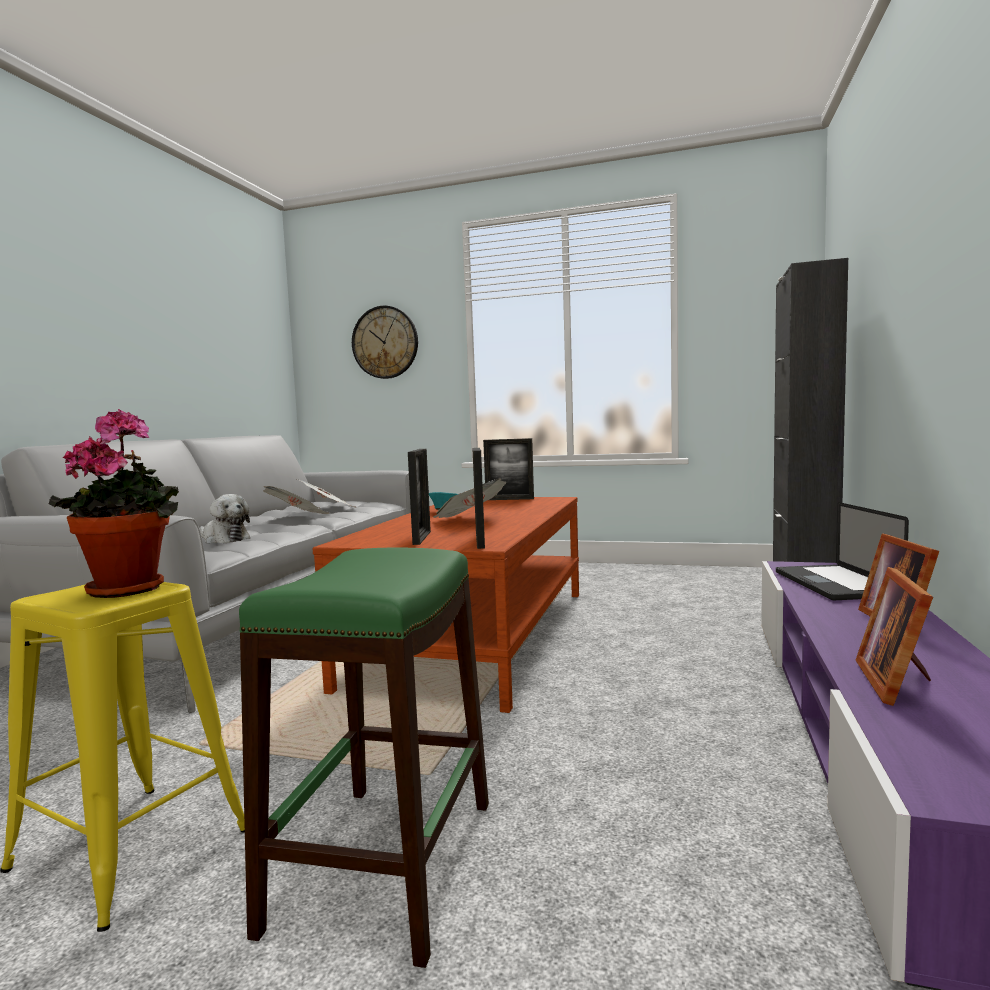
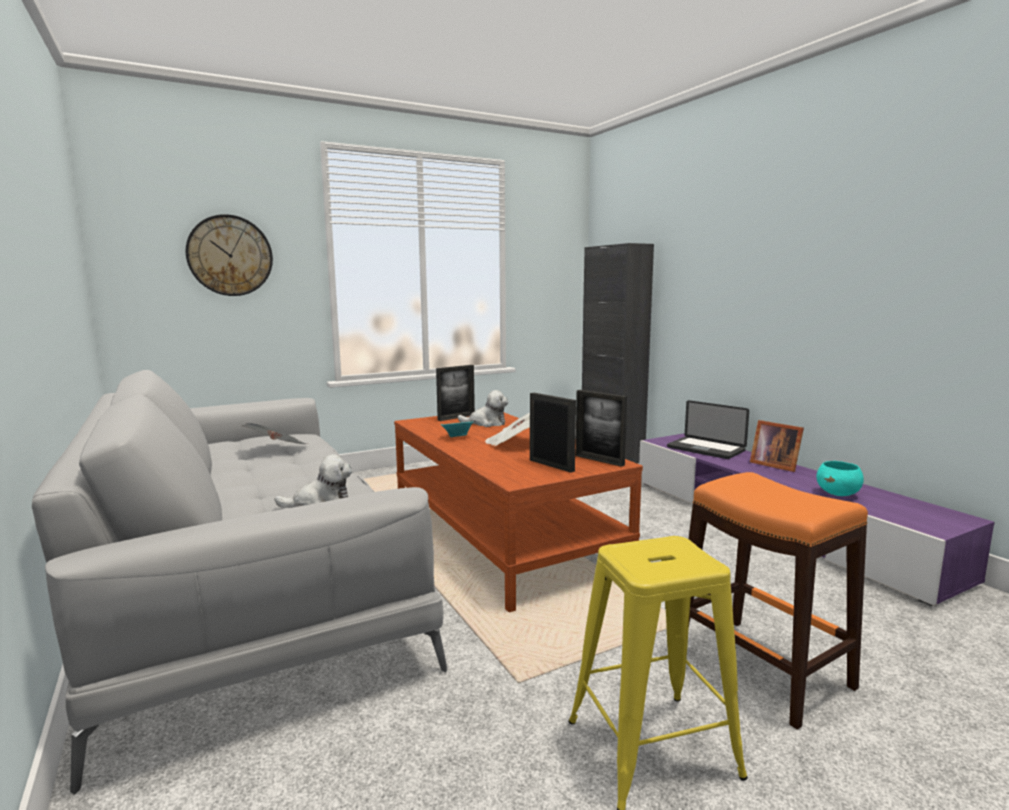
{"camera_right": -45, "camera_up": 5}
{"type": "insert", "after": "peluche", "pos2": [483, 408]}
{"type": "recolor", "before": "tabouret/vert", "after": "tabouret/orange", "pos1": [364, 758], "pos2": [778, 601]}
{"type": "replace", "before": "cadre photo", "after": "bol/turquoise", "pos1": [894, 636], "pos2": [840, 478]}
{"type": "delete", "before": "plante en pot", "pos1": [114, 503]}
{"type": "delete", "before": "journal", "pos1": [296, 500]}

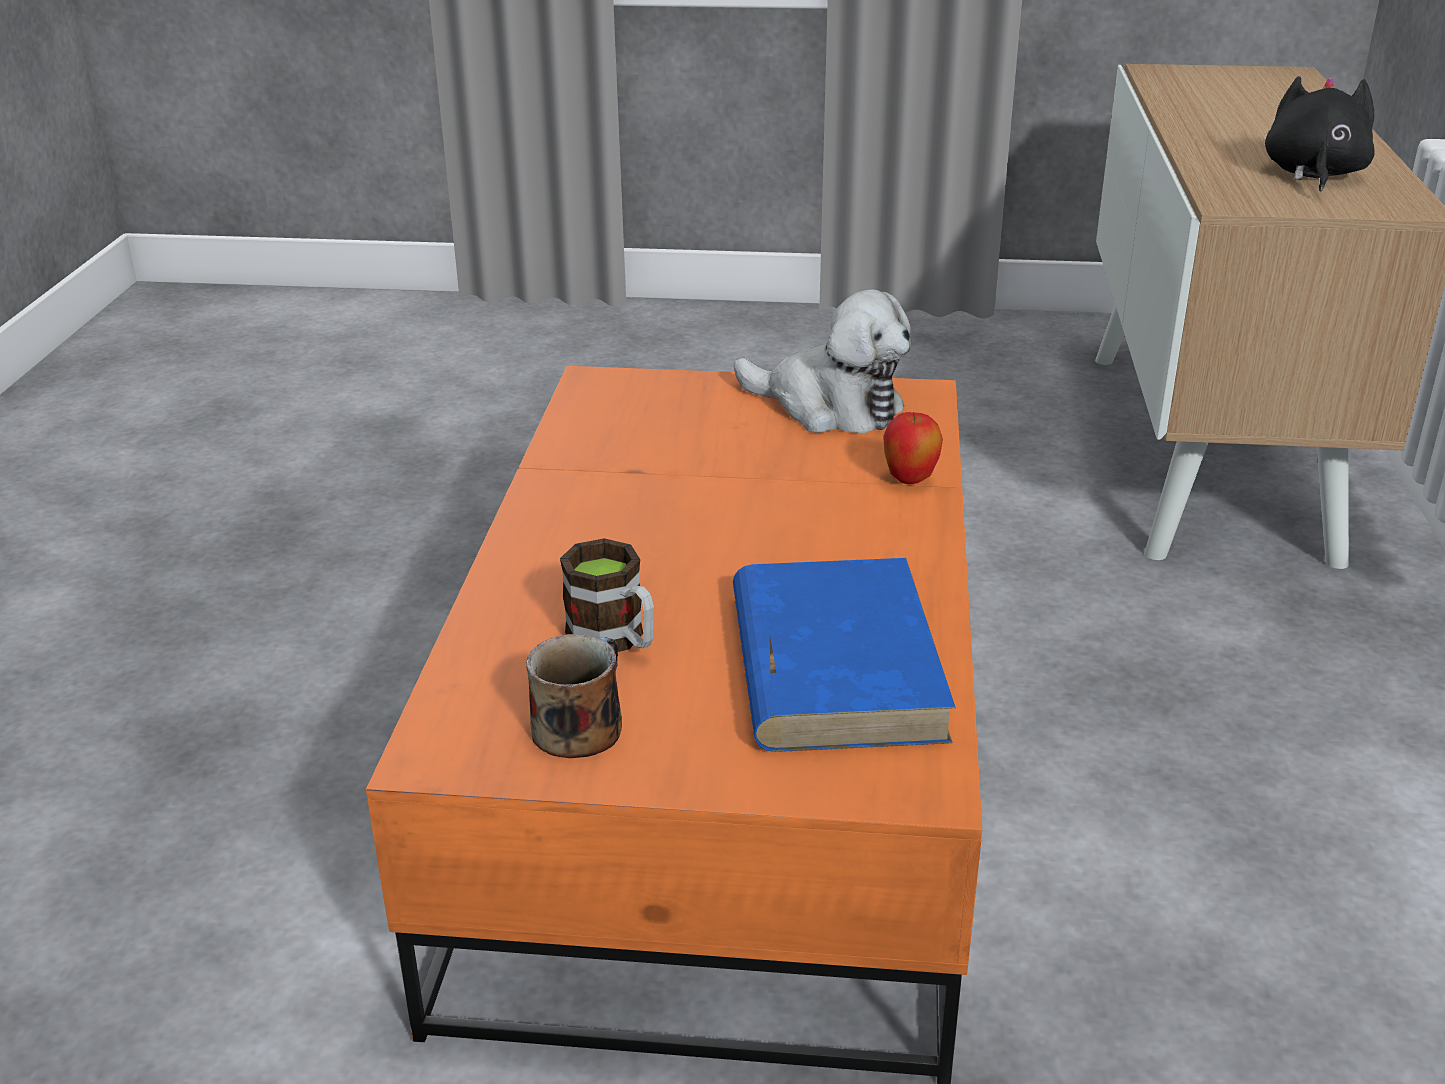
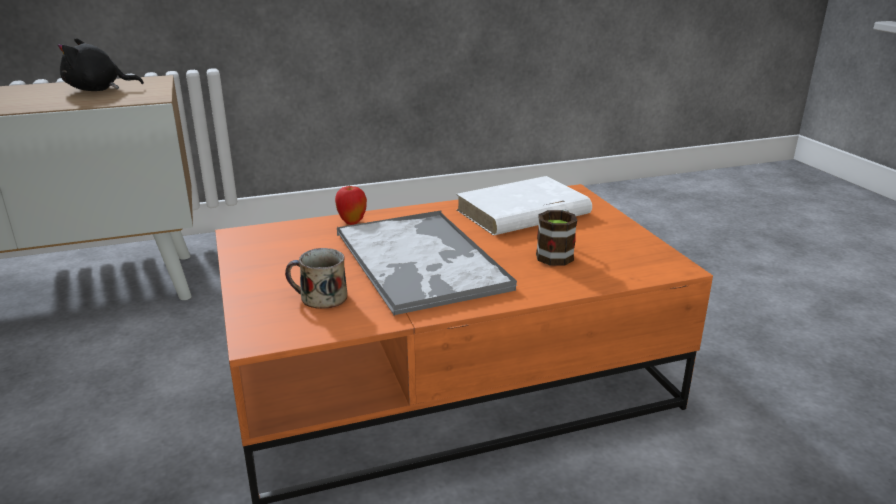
{"camera_right": -115, "camera_up": -5}
{"type": "move", "before": "mug", "pos1": [574, 696], "pos2": [316, 278]}
{"type": "insert", "after": "plateau", "pos2": [427, 263]}
{"type": "recolor", "before": "livre/bleu", "after": "livre/blanc", "pos1": [844, 655], "pos2": [524, 205]}
{"type": "delete", "before": "peluche", "pos1": [822, 361]}

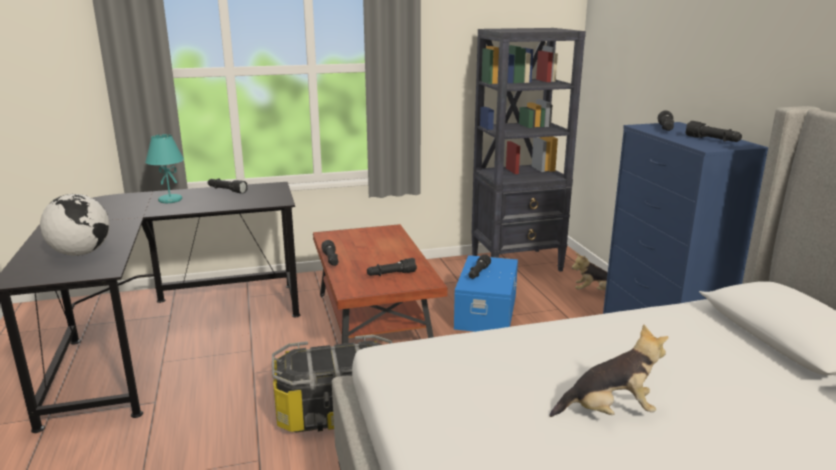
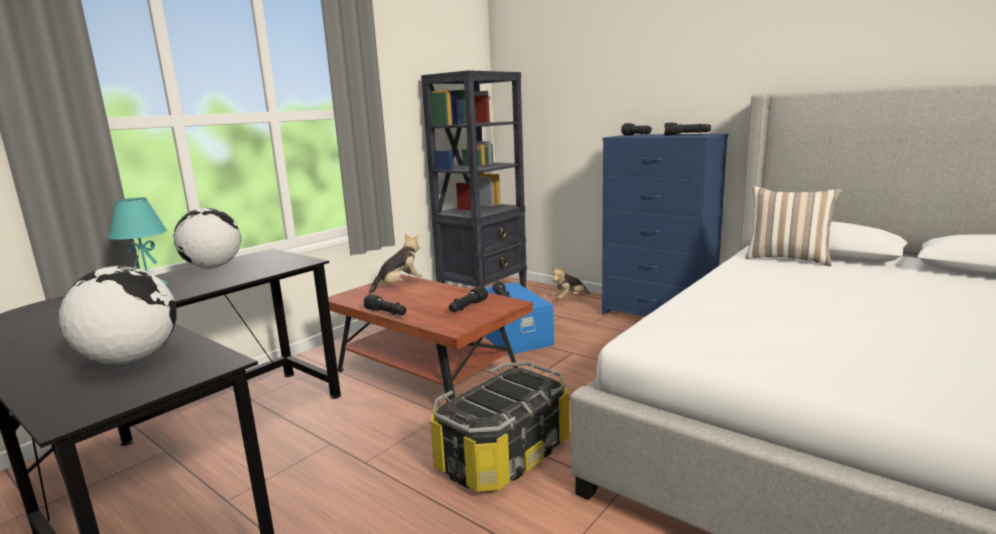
{"camera_right": -35, "camera_up": -5}
{"type": "replace", "before": "lampe de poche/noir", "after": "globe", "pos1": [228, 186], "pos2": [207, 238]}
{"type": "move", "before": "peluche", "pos1": [609, 370], "pos2": [395, 264]}
{"type": "insert", "after": "coussin", "pos2": [794, 226]}

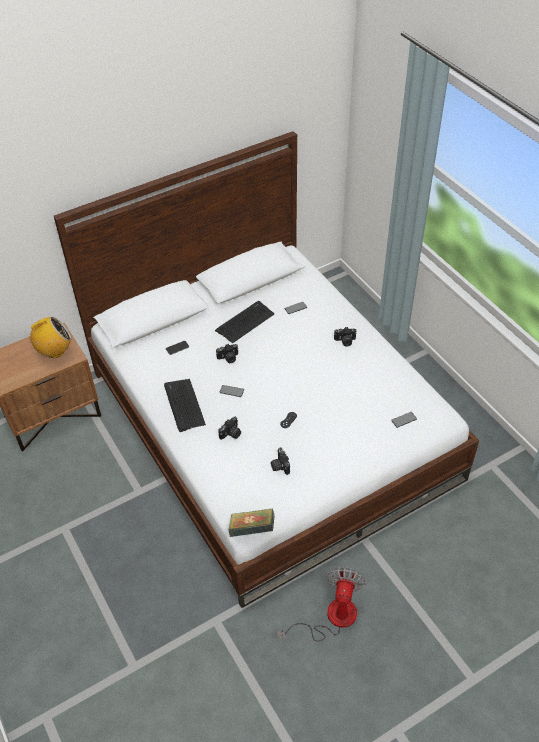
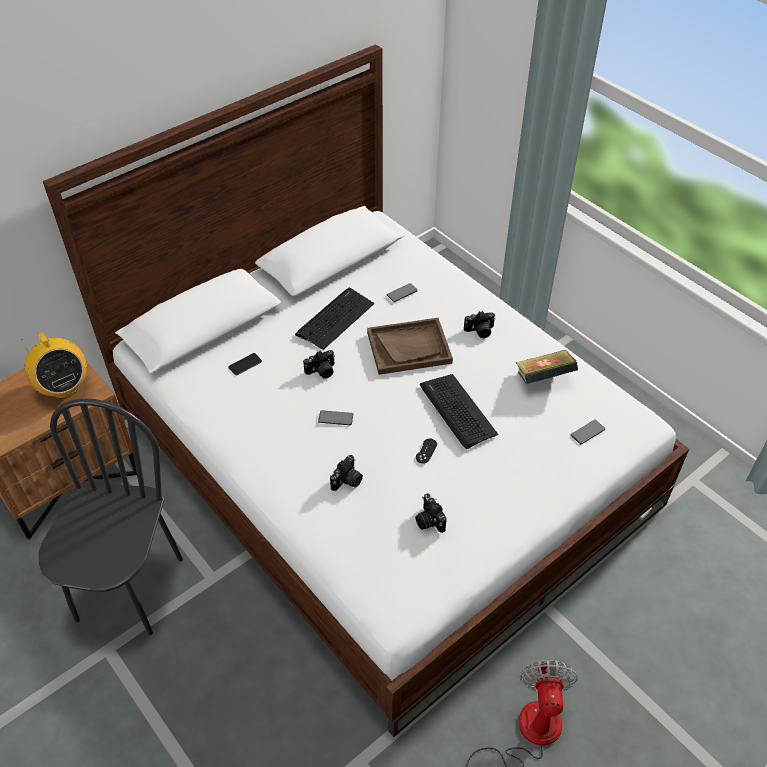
{"camera_right": -10, "camera_up": 0}
{"type": "rotate", "before": "radio", "pos1": [51, 337], "pos2": [54, 365], "turn": 90}
{"type": "insert", "after": "chaise/noir", "pos2": [111, 516]}
{"type": "insert", "after": "plateau/marron", "pos2": [410, 346]}
{"type": "move", "before": "clavier", "pos1": [185, 405], "pos2": [459, 411]}
{"type": "move", "before": "livre", "pos1": [252, 522], "pos2": [547, 366]}

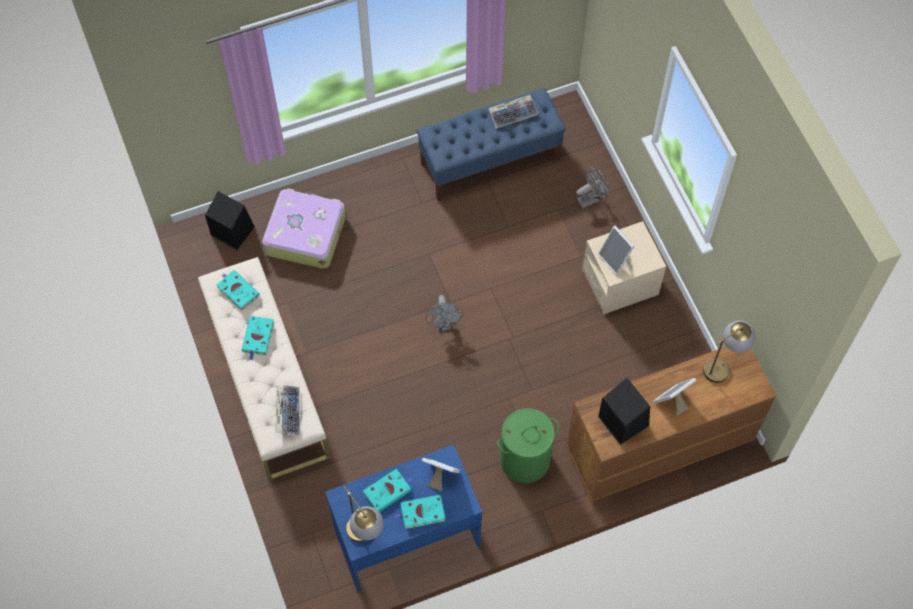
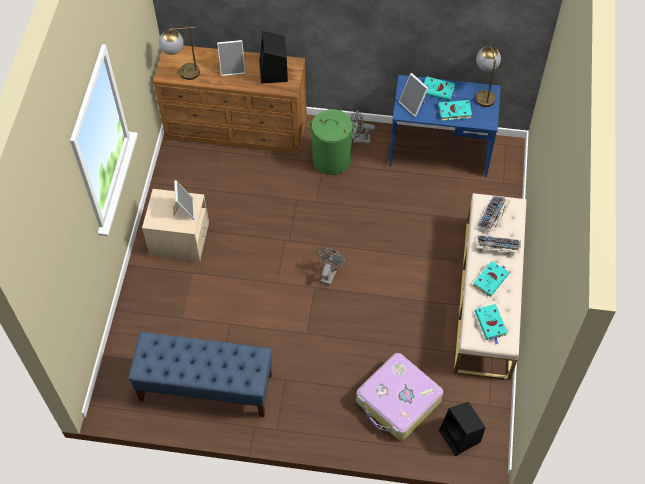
{"camera_right": -150, "camera_up": -5}
{"type": "move", "before": "ventilateur/gris", "pos1": [592, 188], "pos2": [362, 126]}
{"type": "move", "before": "clavier", "pos1": [513, 111], "pos2": [499, 244]}

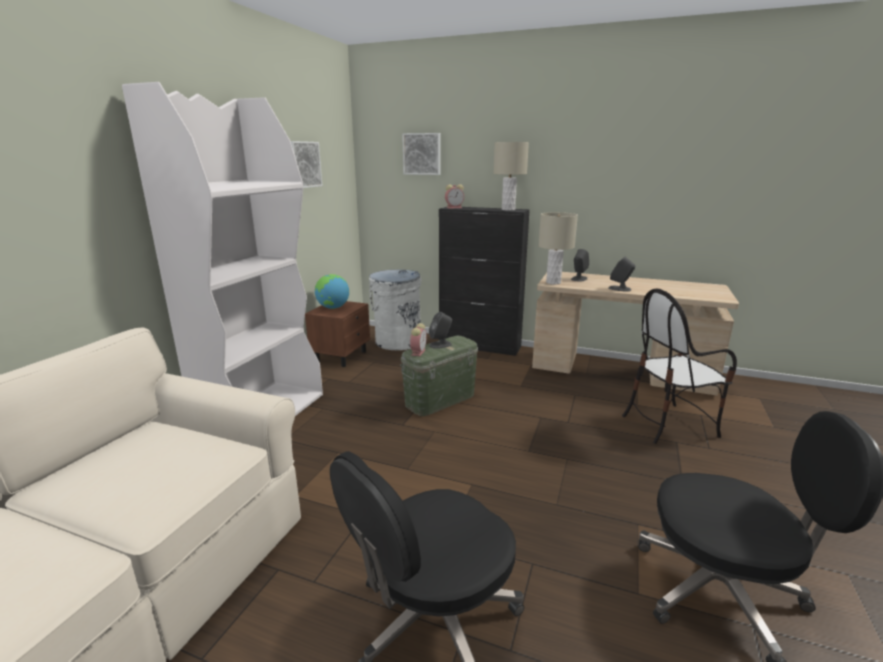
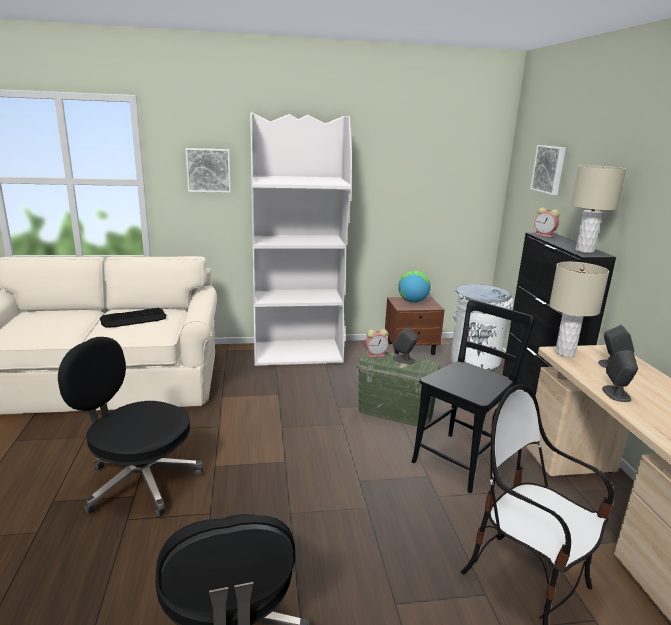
{"camera_right": 60, "camera_up": 0}
{"type": "insert", "after": "clavier", "pos2": [133, 318]}
{"type": "move", "before": "tableau", "pos1": [307, 164], "pos2": [208, 170]}
{"type": "insert", "after": "chaise/noir", "pos2": [472, 396]}

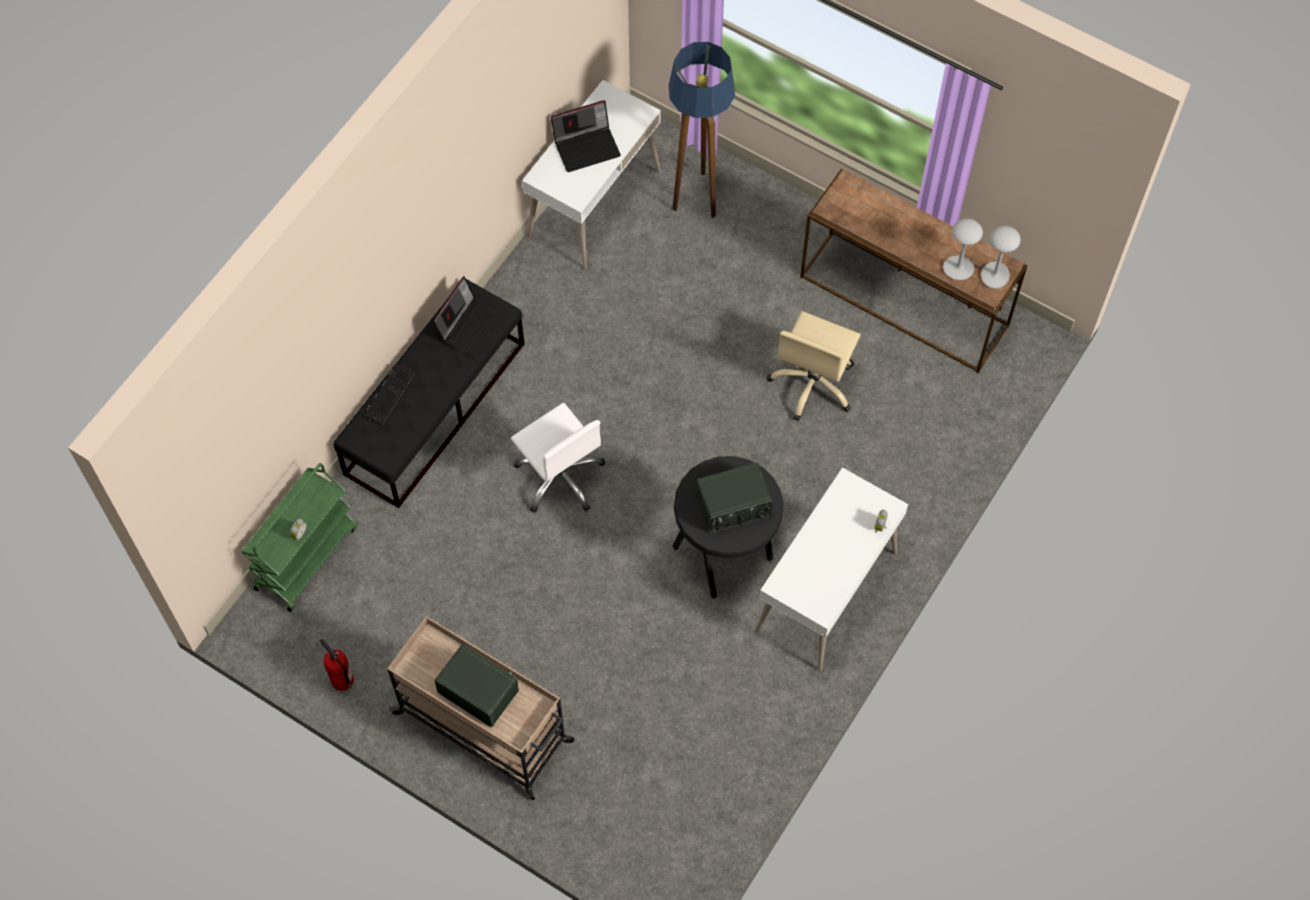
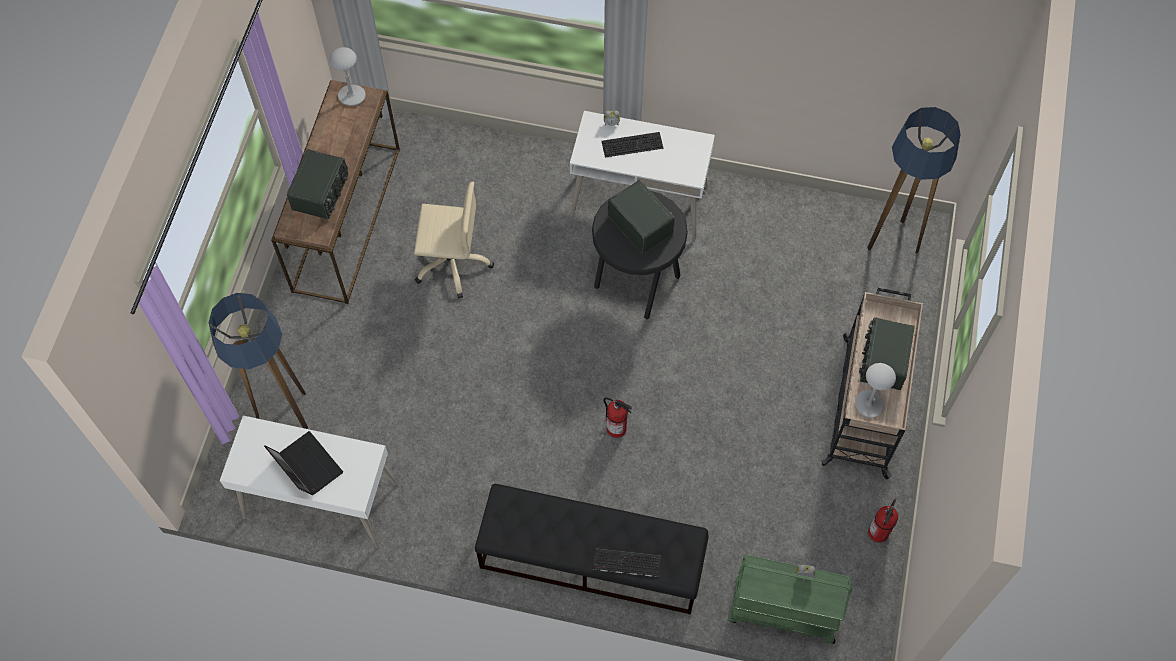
{"camera_right": -110, "camera_up": 0}
{"type": "insert", "after": "radio", "pos2": [317, 184]}
{"type": "insert", "after": "clavier", "pos2": [632, 145]}
{"type": "replace", "before": "chaise de bureau/blanc", "after": "extincteur", "pos1": [558, 458], "pos2": [618, 418]}
{"type": "move", "before": "lampe de table/gris", "pos1": [963, 249], "pos2": [875, 390]}
{"type": "insert", "after": "lampadaire", "pos2": [914, 180]}
{"type": "delete", "before": "ordinateur portable", "pos1": [469, 317]}

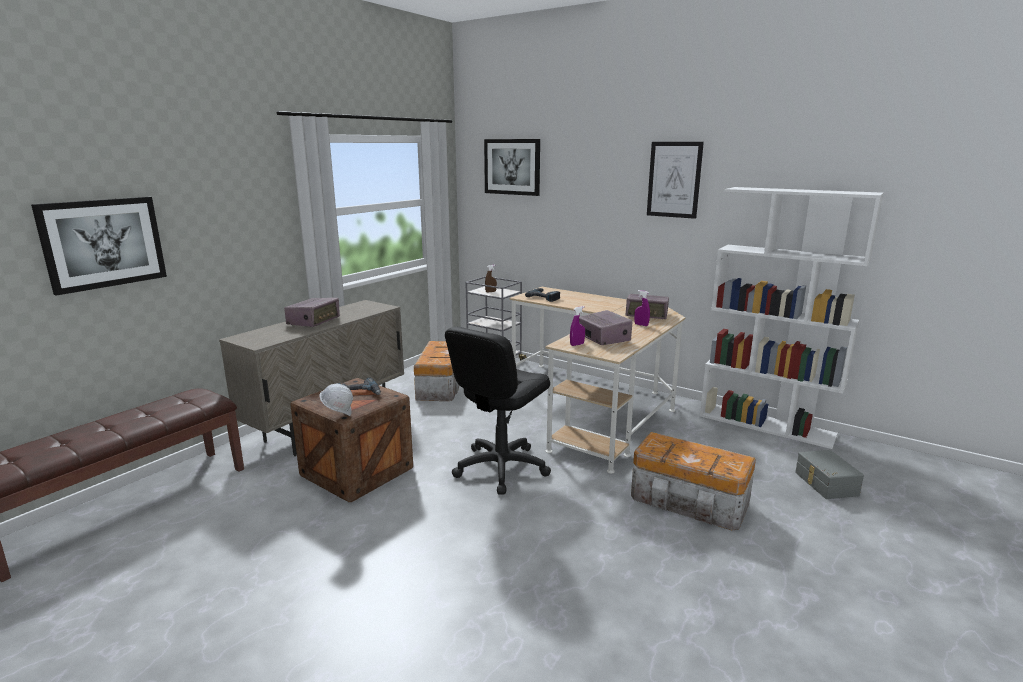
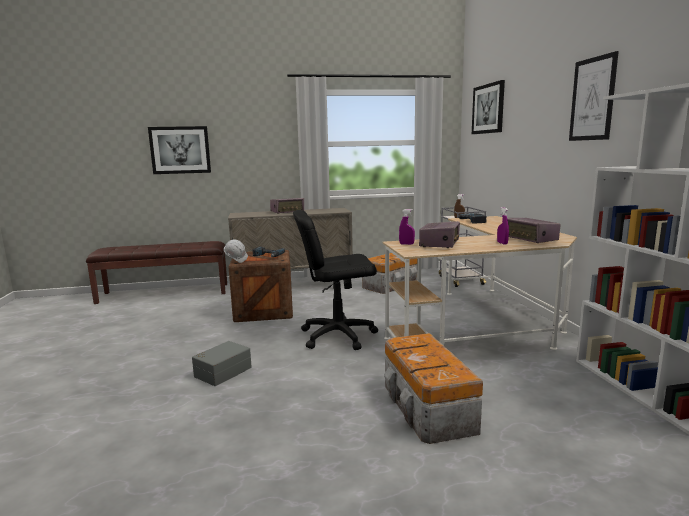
{"camera_right": 45, "camera_up": -5}
{"type": "move", "before": "boîte de rangement/gris", "pos1": [829, 474], "pos2": [222, 363]}

